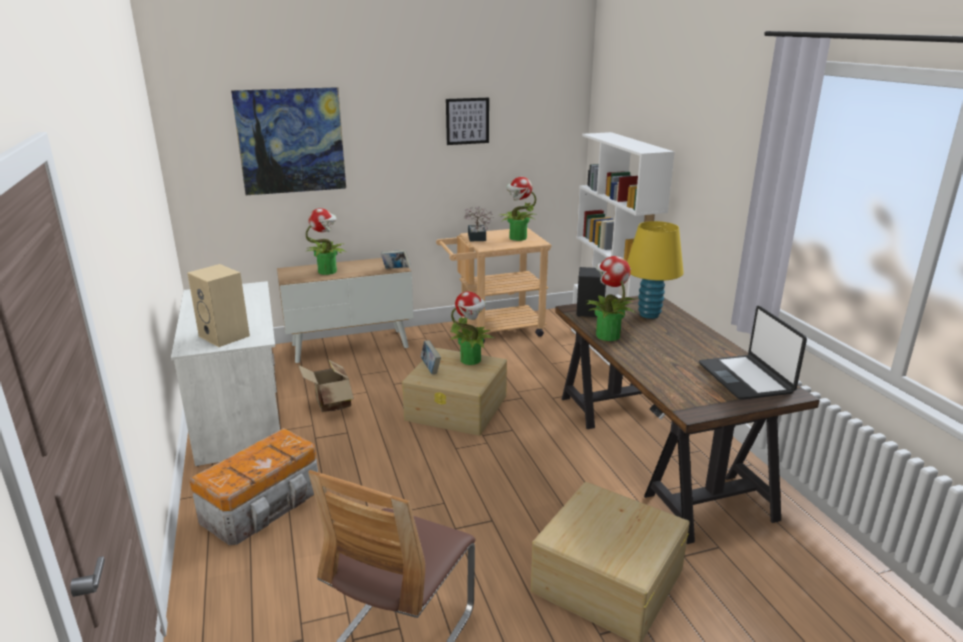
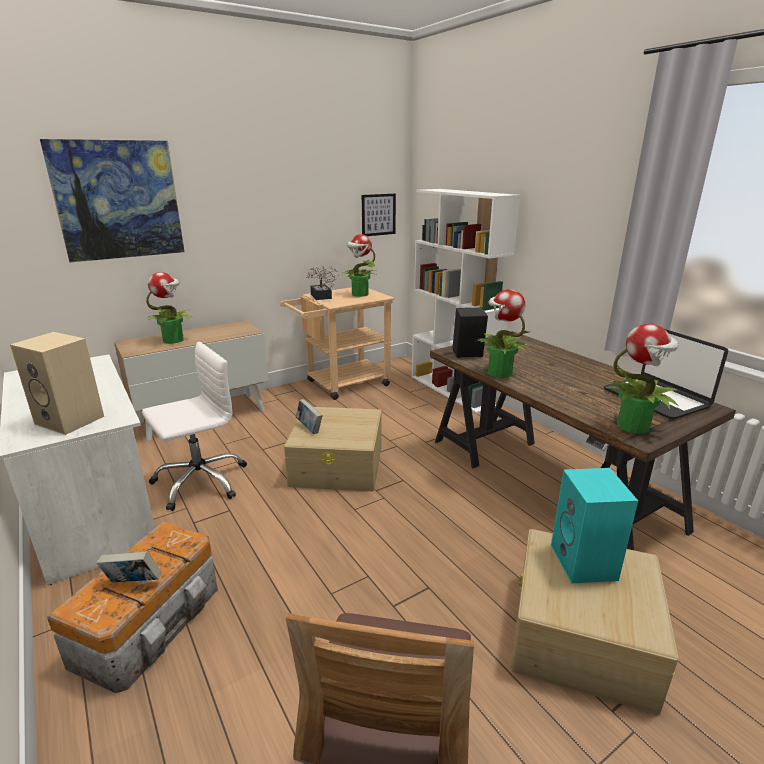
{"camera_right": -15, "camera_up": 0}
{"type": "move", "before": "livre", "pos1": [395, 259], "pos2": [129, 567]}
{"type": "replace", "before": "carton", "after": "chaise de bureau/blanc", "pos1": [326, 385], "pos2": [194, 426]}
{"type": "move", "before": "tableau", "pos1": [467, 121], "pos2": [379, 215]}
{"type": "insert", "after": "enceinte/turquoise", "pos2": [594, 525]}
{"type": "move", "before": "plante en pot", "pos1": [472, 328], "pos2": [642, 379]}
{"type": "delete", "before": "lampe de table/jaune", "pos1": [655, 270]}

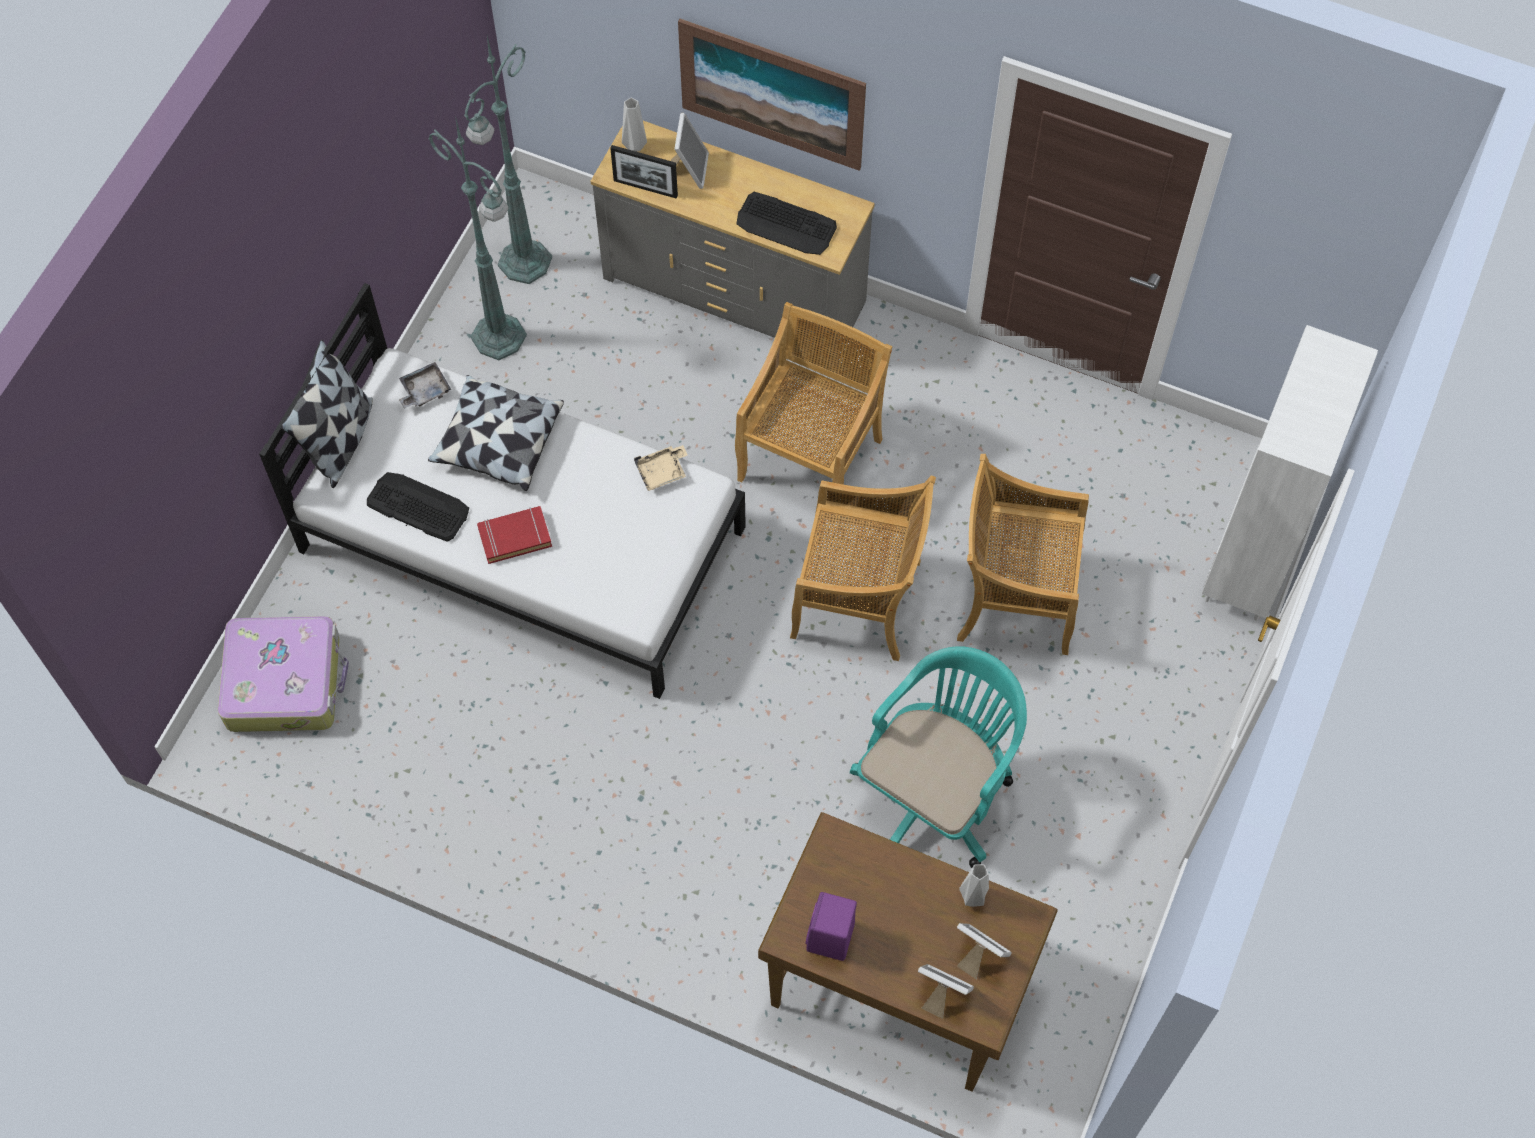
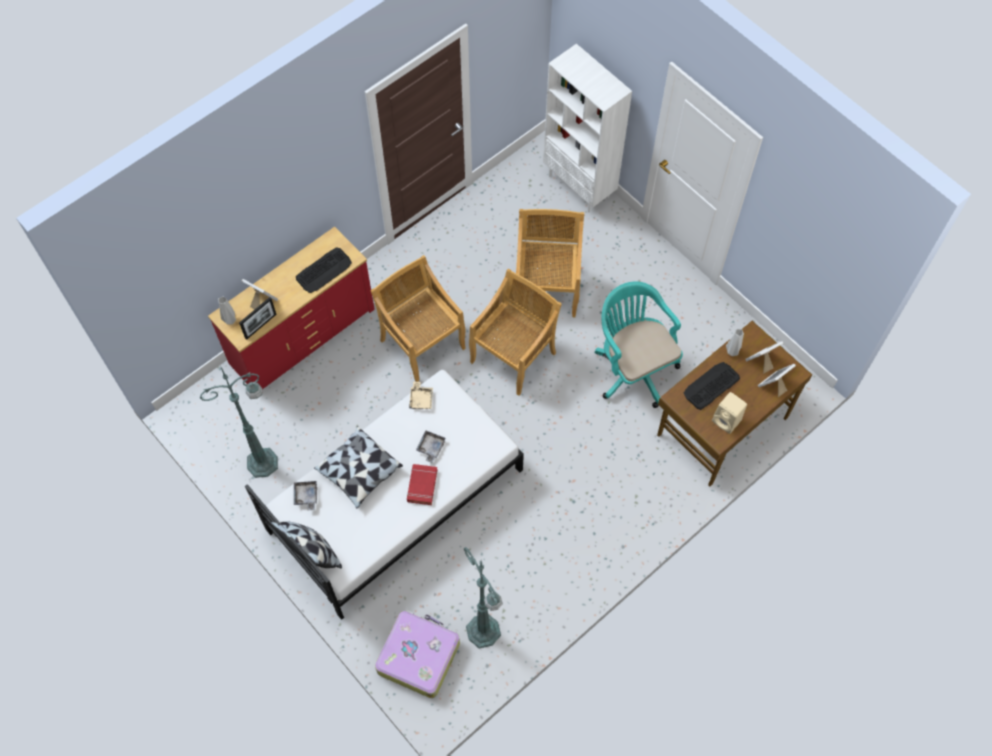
{"camera_right": -65, "camera_up": 0}
{"type": "recolor", "before": "commode/gris", "after": "commode/rouge", "pos1": [732, 232], "pos2": [291, 310]}
{"type": "insert", "after": "plateau/gris", "pos2": [431, 447]}
{"type": "move", "before": "lampadaire/vert", "pos1": [508, 160], "pos2": [483, 598]}
{"type": "rotate", "before": "chaise/beige", "pos1": [1023, 554], "pos2": [550, 263], "turn": 150}
{"type": "move", "before": "clavier", "pos1": [418, 507], "pos2": [712, 386]}
{"type": "recolor", "before": "enceinte/violet", "after": "enceinte/beige", "pos1": [831, 926], "pos2": [729, 413]}
{"type": "delete", "before": "tableau", "pos1": [772, 95]}

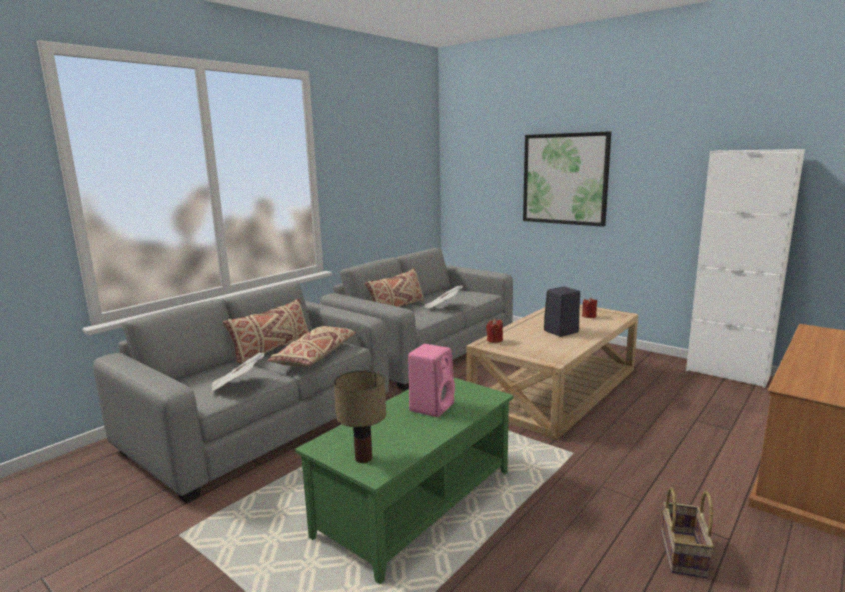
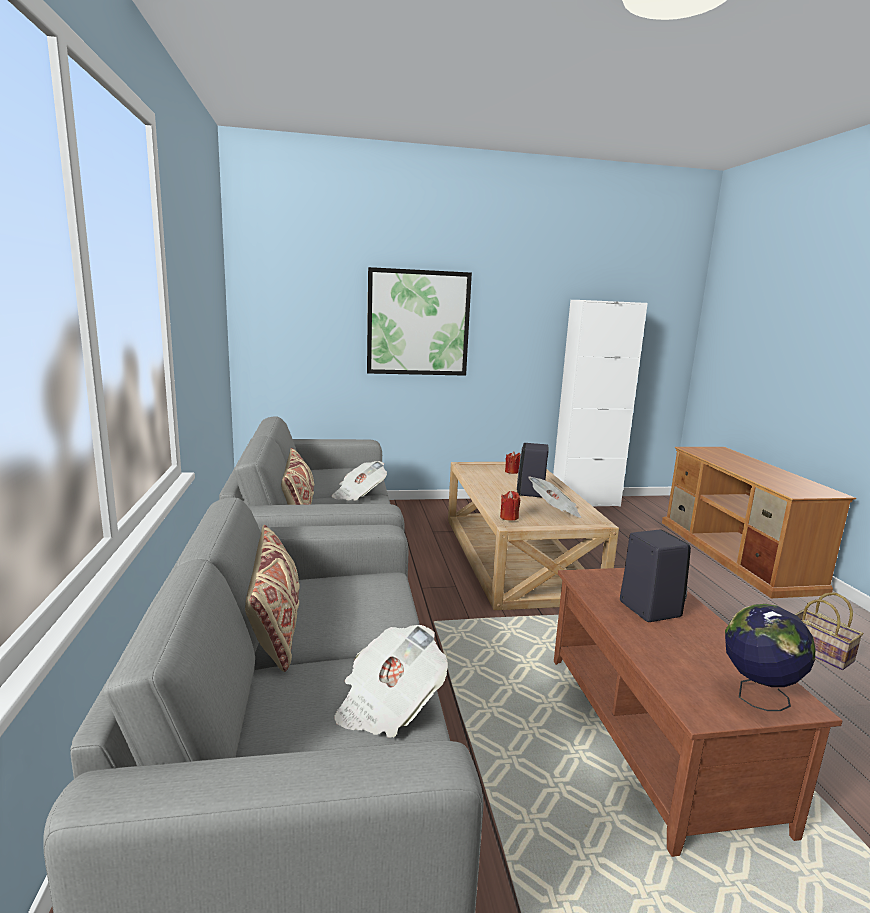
{"camera_right": -50, "camera_up": 0}
{"type": "insert", "after": "journal", "pos2": [554, 497]}
{"type": "recolor", "before": "table basse/vert", "after": "table basse/marron", "pos1": [404, 481], "pos2": [698, 712]}
{"type": "recolor", "before": "enceinte/rose", "after": "enceinte/noir", "pos1": [431, 380], "pos2": [655, 576]}
{"type": "replace", "before": "lampe de table", "after": "globe", "pos1": [360, 416], "pos2": [770, 657]}
{"type": "delete", "before": "coussin/beige", "pos1": [312, 346]}

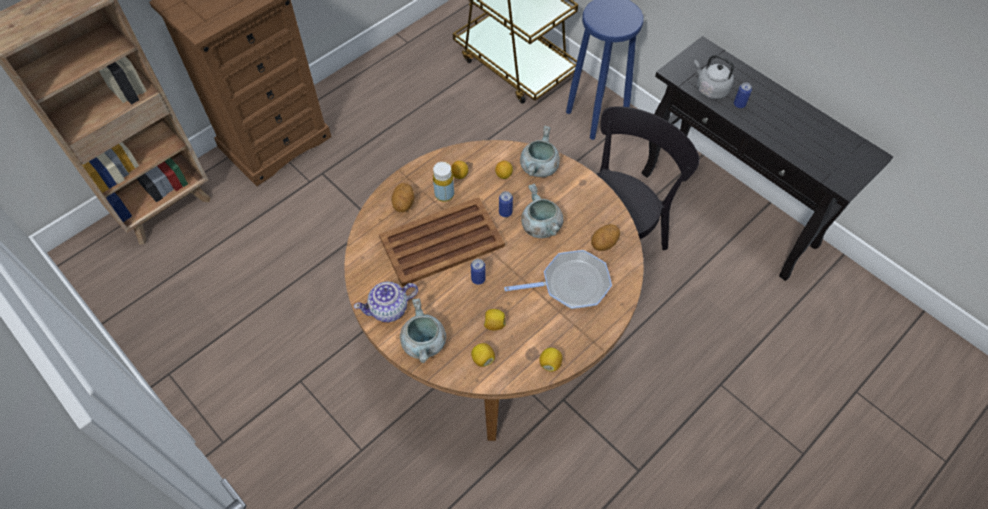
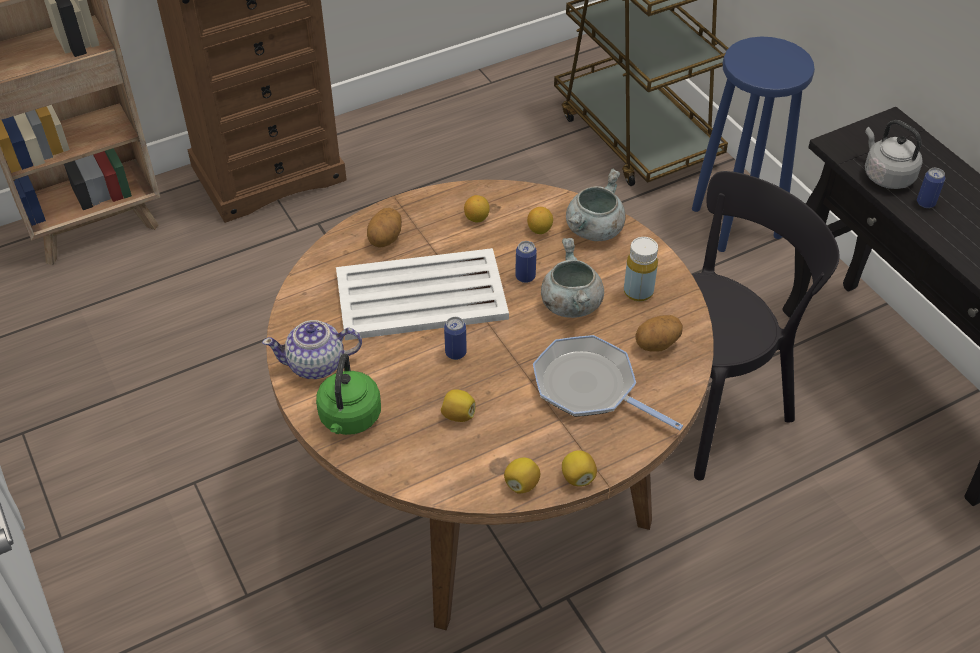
{"camera_right": 15, "camera_up": -10}
{"type": "replace", "before": "marmite/gris", "after": "bouilloire/vert", "pos1": [423, 330], "pos2": [348, 394]}
{"type": "recolor", "before": "plateau/marron", "after": "plateau/blanc", "pos1": [442, 242], "pos2": [422, 294]}
{"type": "rotate", "before": "poêle", "pos1": [558, 279], "pos2": [608, 383], "turn": -150}
{"type": "move", "before": "citron", "pos1": [483, 355], "pos2": [579, 468]}
{"type": "move", "before": "bouteille/jaune", "pos1": [443, 182], "pos2": [641, 269]}

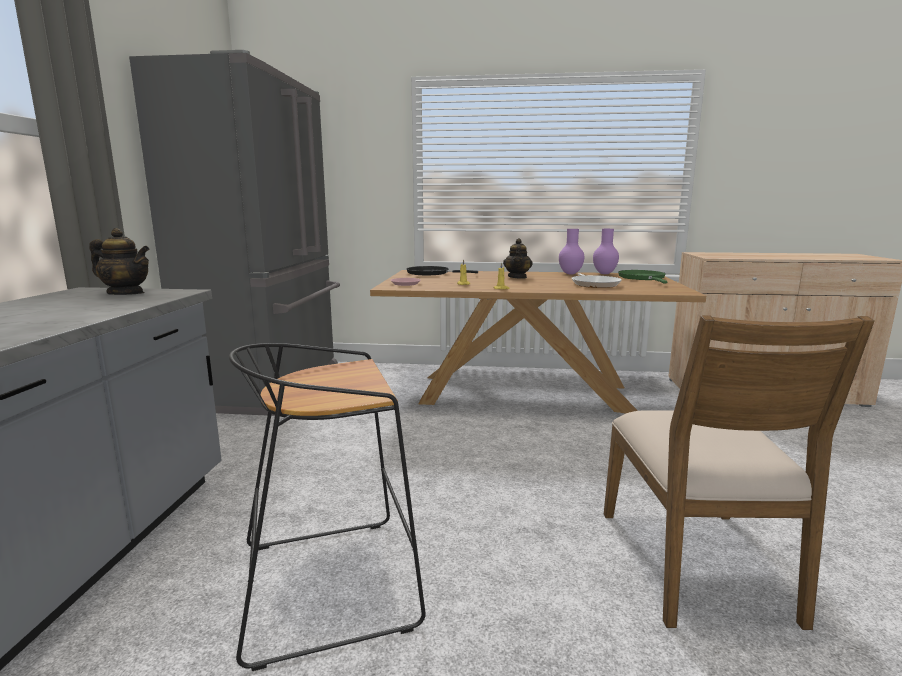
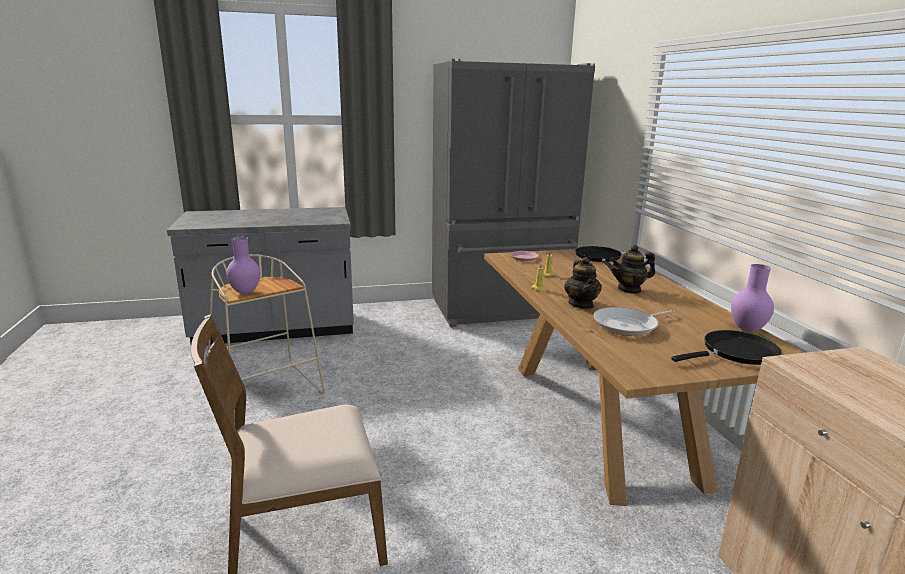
{"camera_right": 70, "camera_up": 5}
{"type": "recolor", "before": "tabouret/noir", "after": "tabouret/beige", "pos1": [327, 507], "pos2": [266, 338]}
{"type": "move", "before": "vase/violet", "pos1": [572, 251], "pos2": [243, 265]}
{"type": "move", "before": "théière", "pos1": [119, 261], "pos2": [583, 283]}
{"type": "recolor", "before": "poêle/vert", "after": "poêle/noir", "pos1": [643, 276], "pos2": [726, 347]}

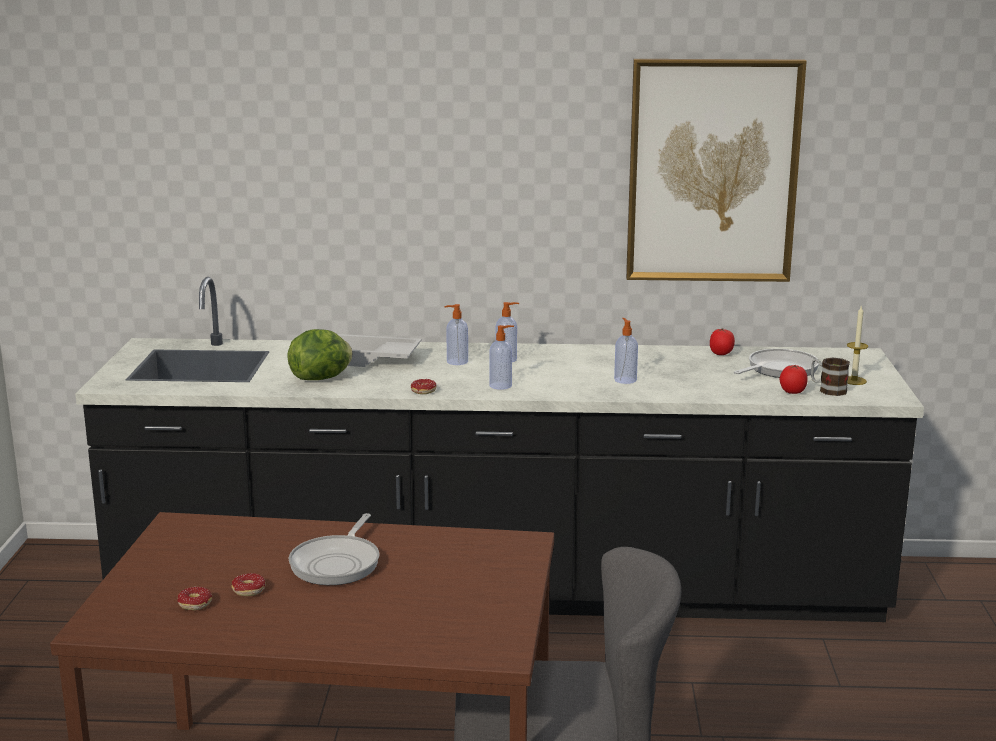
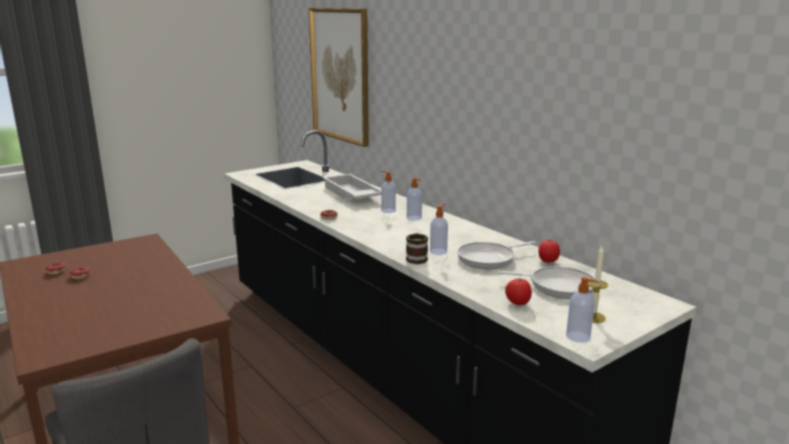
{"camera_right": 50, "camera_up": 0}
{"type": "move", "before": "tableau", "pos1": [716, 170], "pos2": [339, 77]}
{"type": "move", "before": "mug", "pos1": [830, 377], "pos2": [417, 248]}
{"type": "move", "before": "poêle", "pos1": [334, 549], "pos2": [496, 255]}
{"type": "move", "before": "distributeur de savon", "pos1": [501, 357], "pos2": [582, 310]}
{"type": "delete", "before": "laitue", "pos1": [319, 354]}

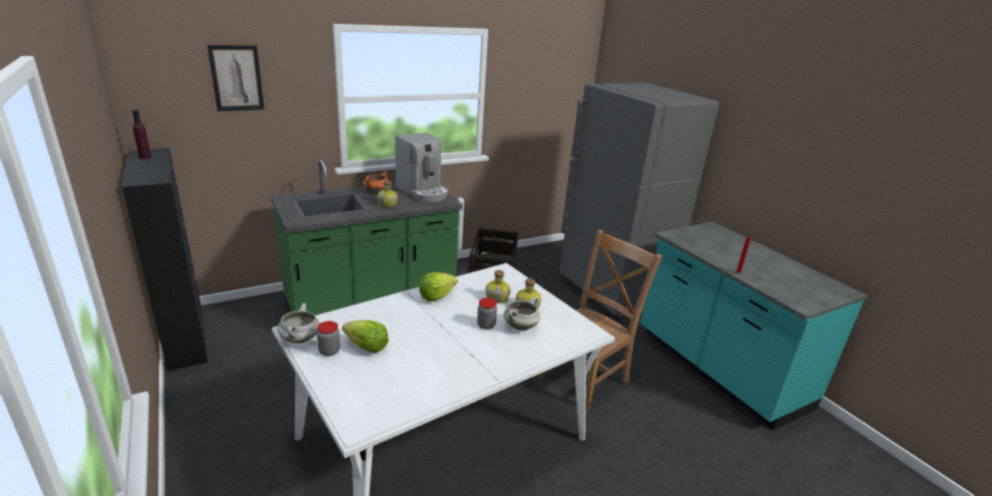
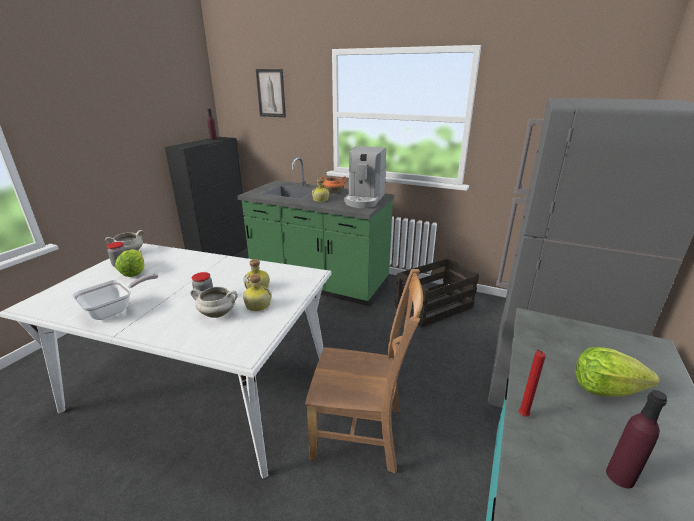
{"camera_right": 55, "camera_up": 0}
{"type": "insert", "after": "poêle", "pos2": [115, 297]}
{"type": "move", "before": "laitue", "pos1": [438, 286], "pos2": [617, 372]}
{"type": "insert", "after": "bouteille/violet", "pos2": [636, 439]}

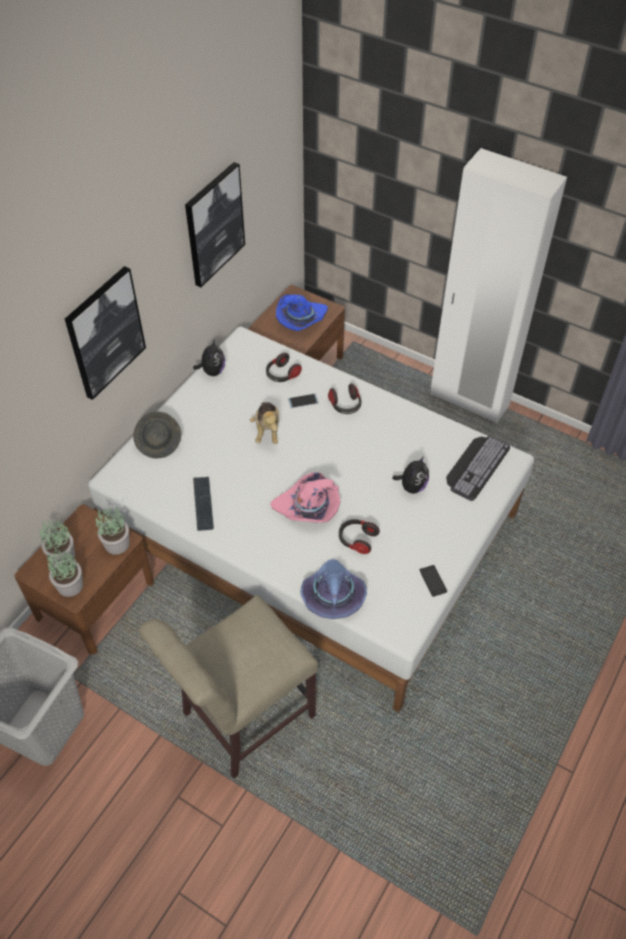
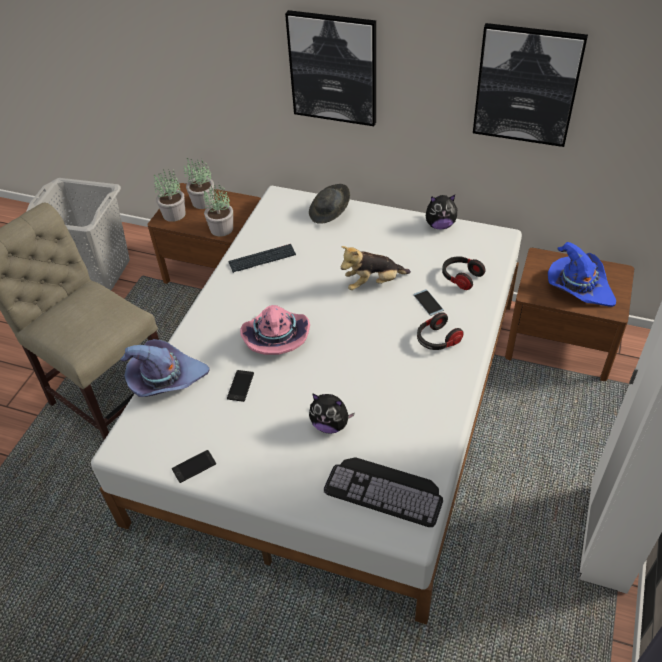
{"camera_right": 80, "camera_up": -5}
{"type": "replace", "before": "casque audio", "after": "téléphone", "pos1": [359, 536], "pos2": [240, 386]}

